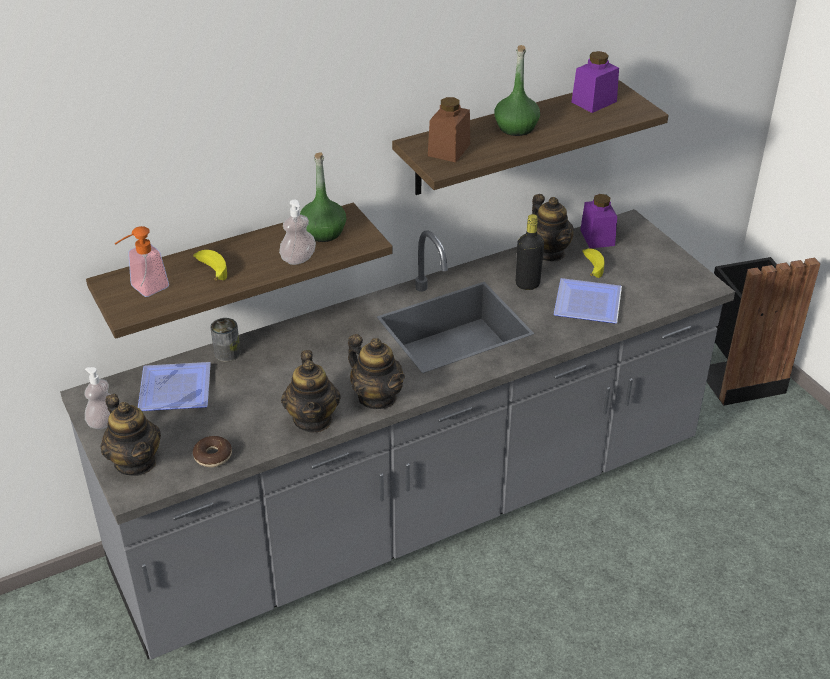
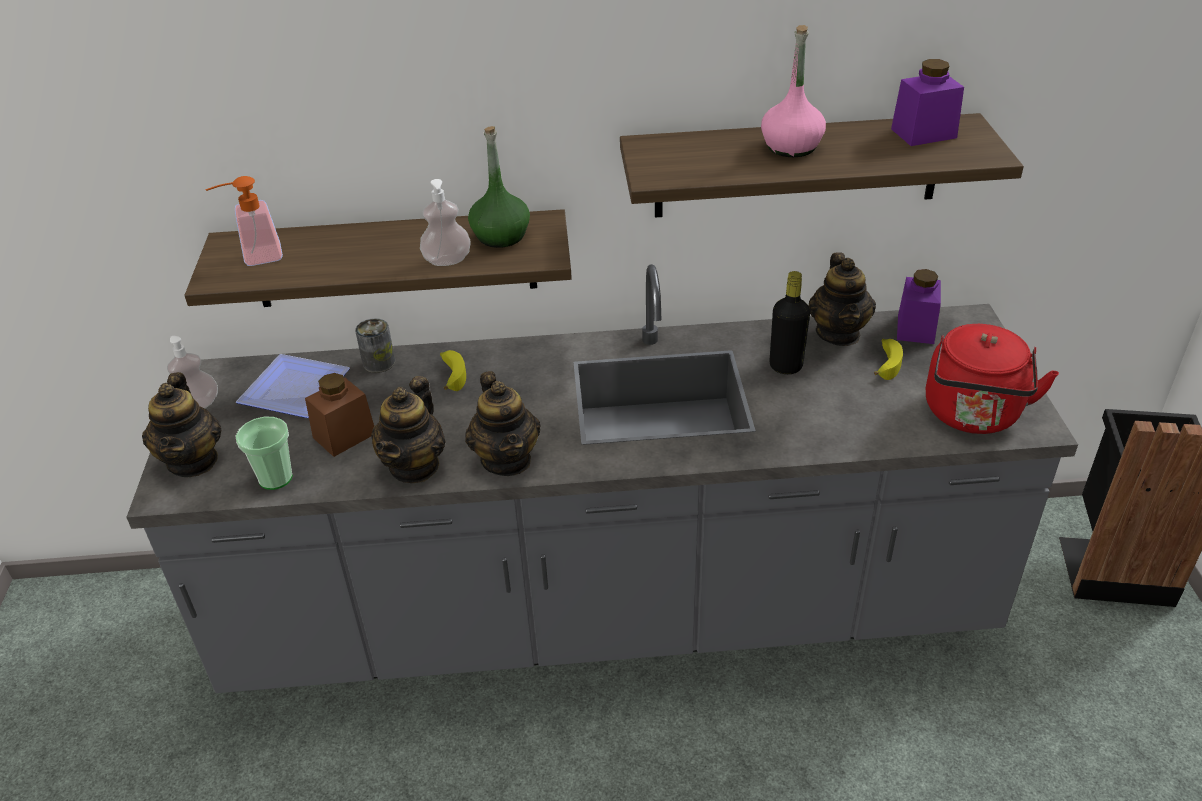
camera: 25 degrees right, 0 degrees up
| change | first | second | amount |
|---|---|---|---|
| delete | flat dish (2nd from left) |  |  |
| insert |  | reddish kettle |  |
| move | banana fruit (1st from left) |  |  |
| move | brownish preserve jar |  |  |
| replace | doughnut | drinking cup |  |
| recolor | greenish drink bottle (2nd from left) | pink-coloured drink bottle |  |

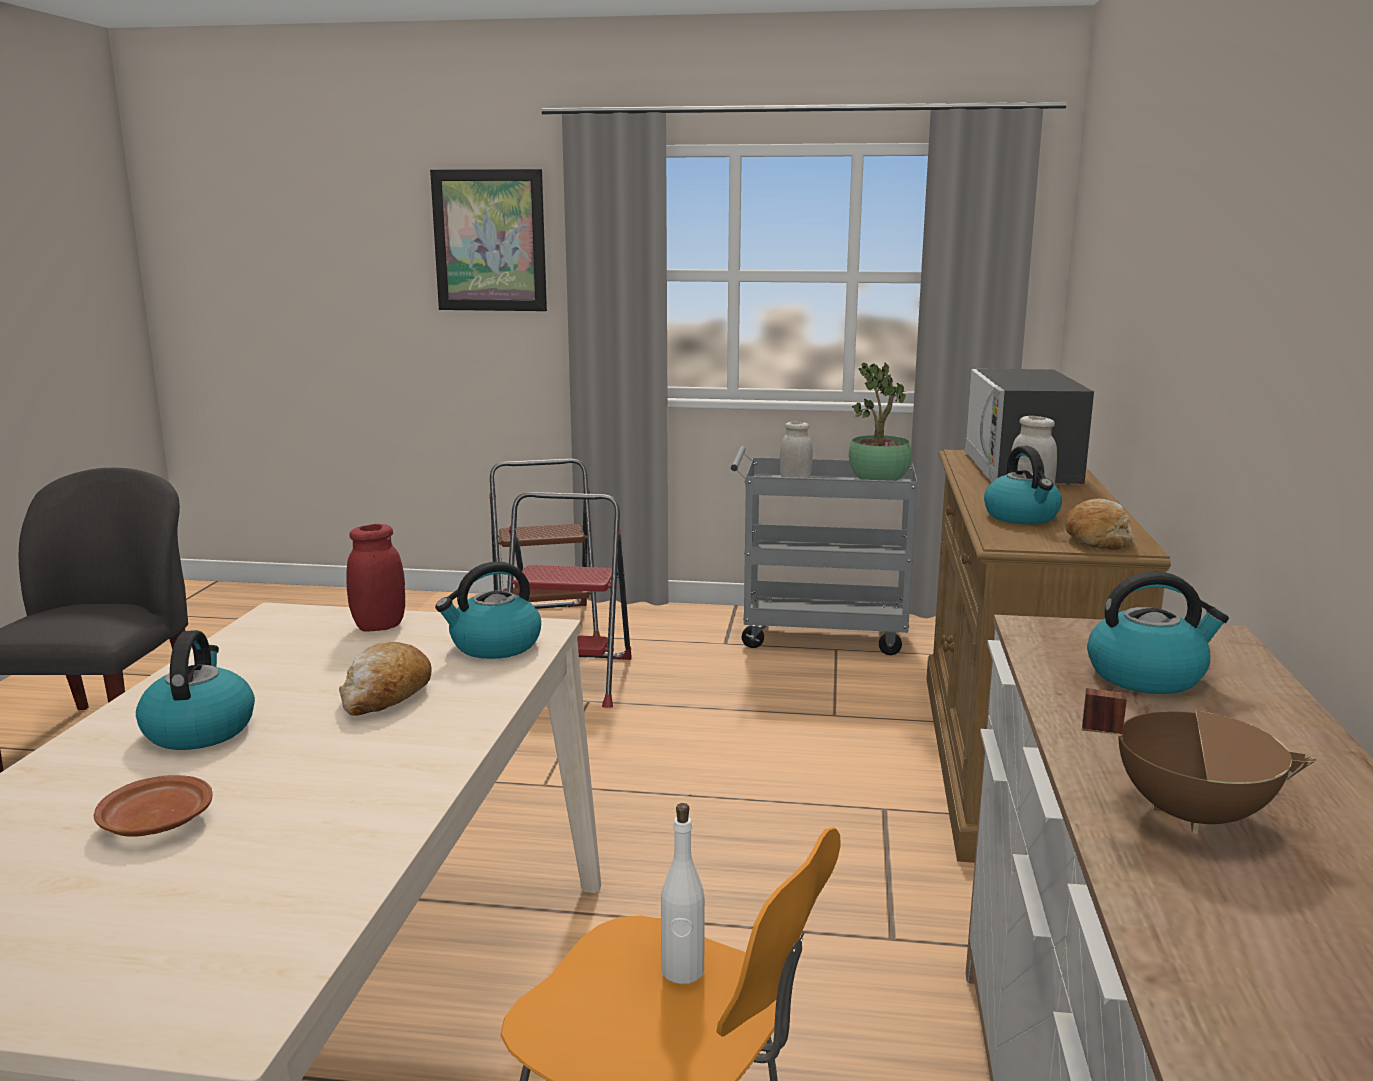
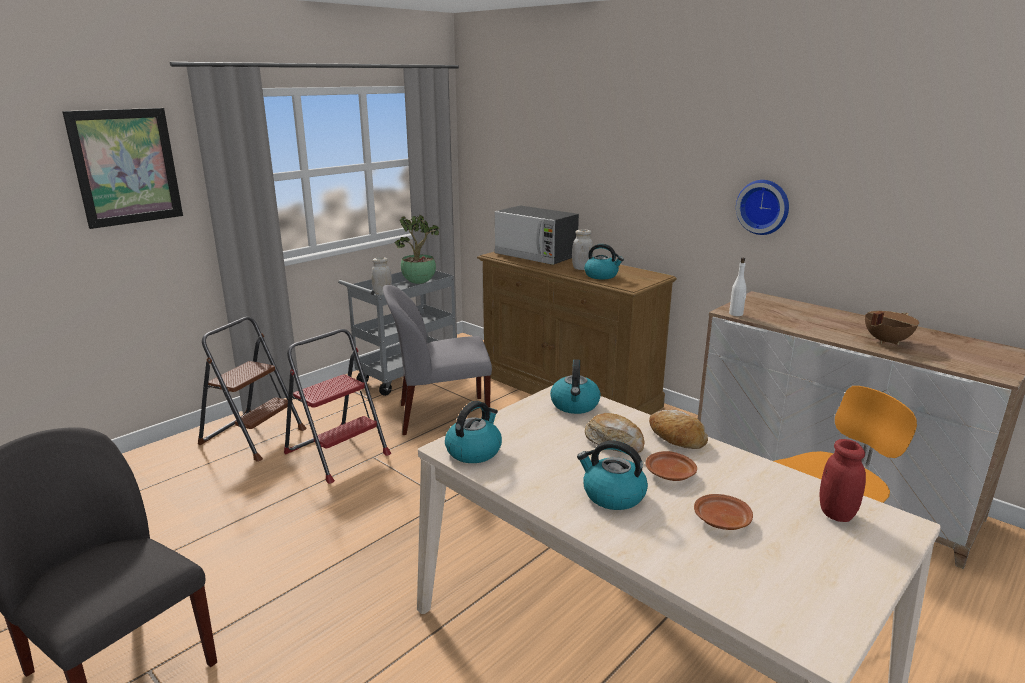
camera: 55 degrees left, 5 degrees up
| change | first | second | amount |
|---|---|---|---|
| insert |  | greyish upright chair (2nd from left) |  |
| insert |  | brownish flat dish (1st from left) |  |
| insert |  | clock on the wall |  |
| move | reddish preserve jar |  |  |
| move | whitish drink bottle |  |  |
| move | bread (2nd from left) |  |  |
| move | kettle (4th from left in the first image) | kettle (1st from left) |  |

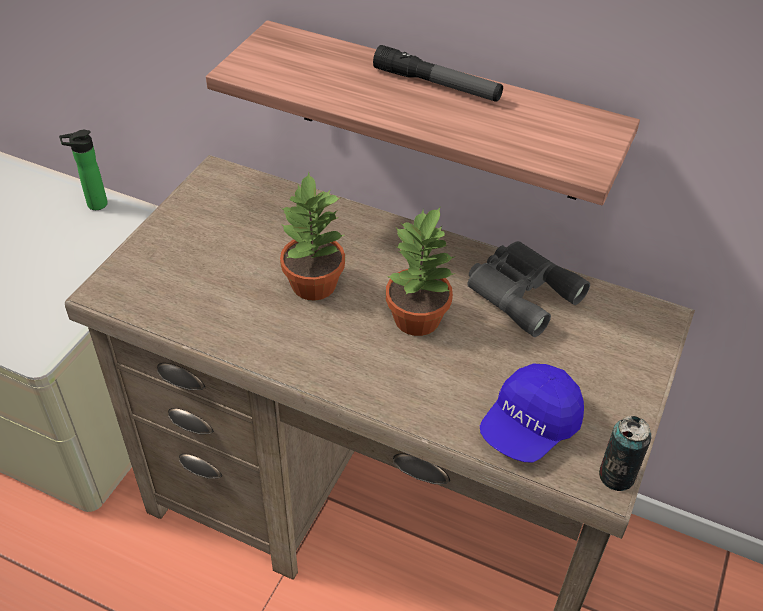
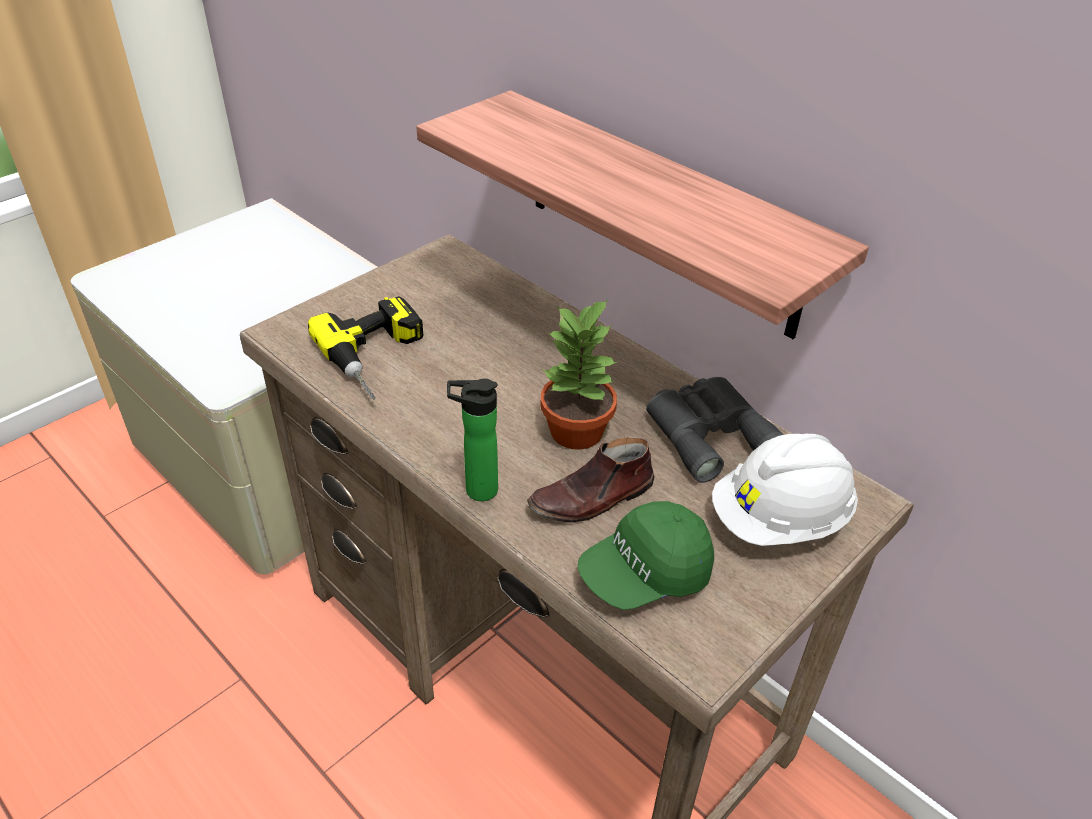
camera: 20 degrees right, 5 degrees down
| change | first | second | amount |
|---|---|---|---|
| delete | plant in a pot (1st from left) |  |  |
| delete | torch |  |  |
| delete | metal can |  |  |
| insert |  | power drill |  |
| insert |  | brownish item of footwear |  |
| insert |  | whitish safety helmet |  |
| move | drink bottle |  |  |
| recolor | blue-coloured baseball cap | greenish baseball cap |  |

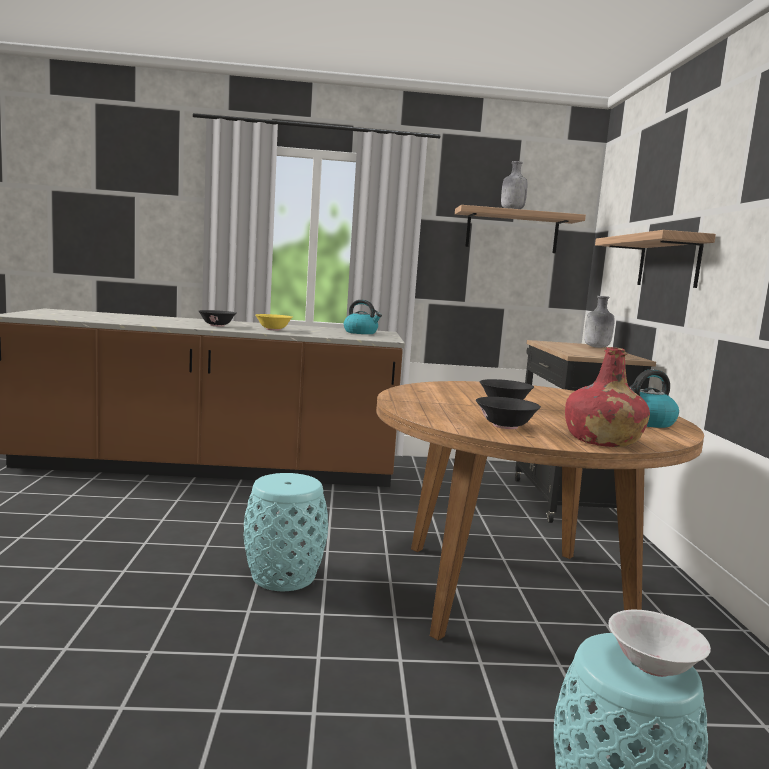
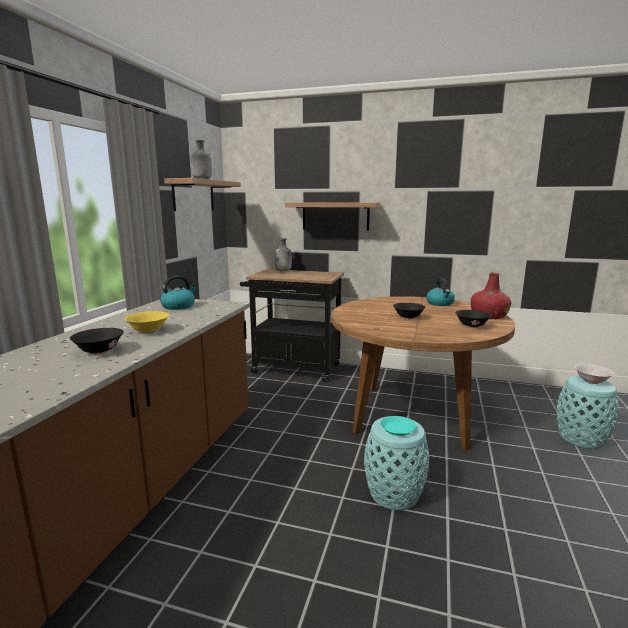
camera: 70 degrees left, 5 degrees up
| change | first | second | amount |
|---|---|---|---|
| insert |  | turquoise-coloured flat dish |  |

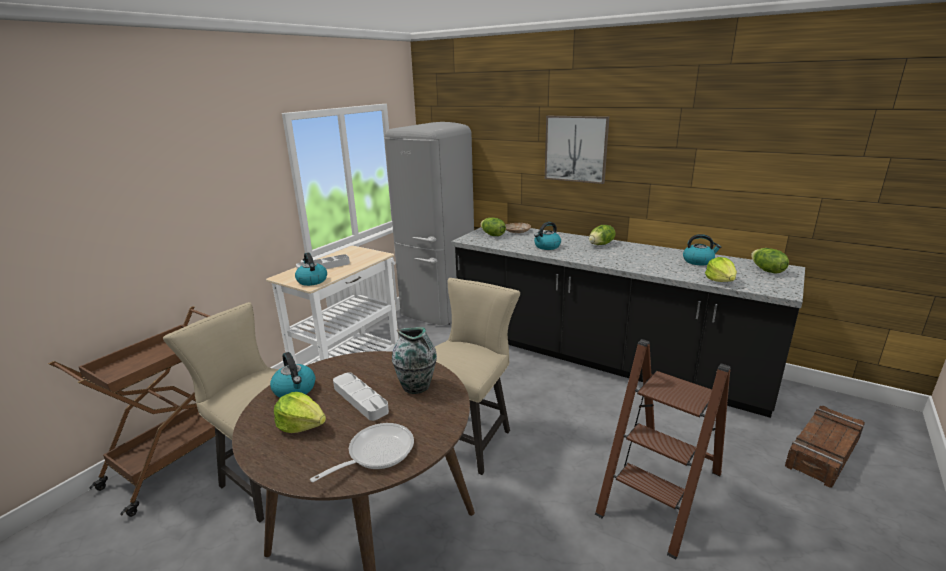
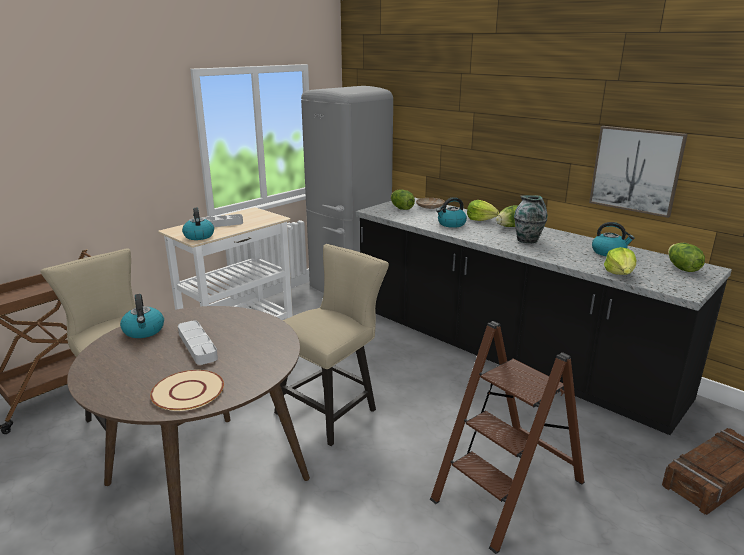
camera: 10 degrees right, 0 degrees up
| change | first | second | amount |
|---|---|---|---|
| move | lettuce (1st from left in the first image) | lettuce (2nd from left) |  |
| move | flower vase |  |  |
| move | wall art |  |  |
| replace | skillet | beige flat dish (1st from left) |  |

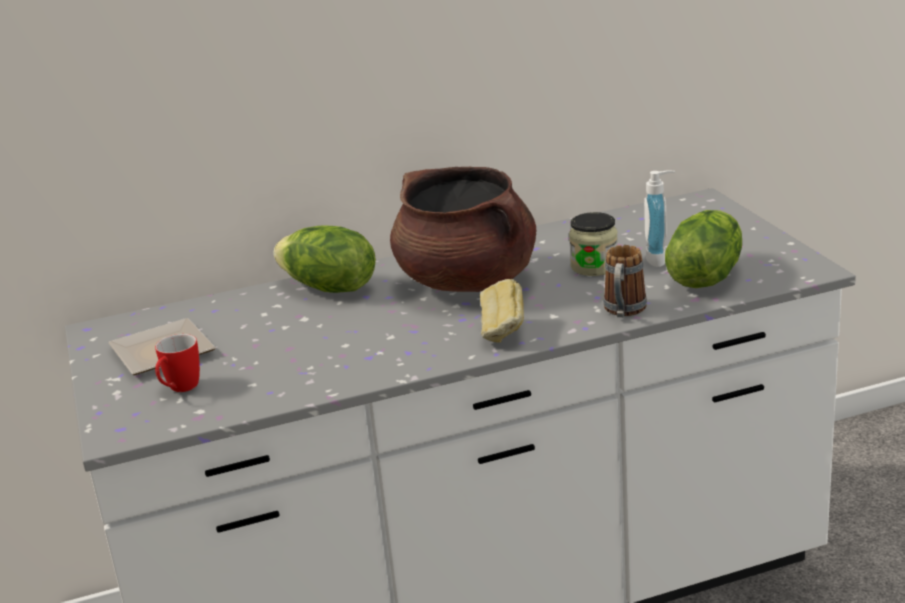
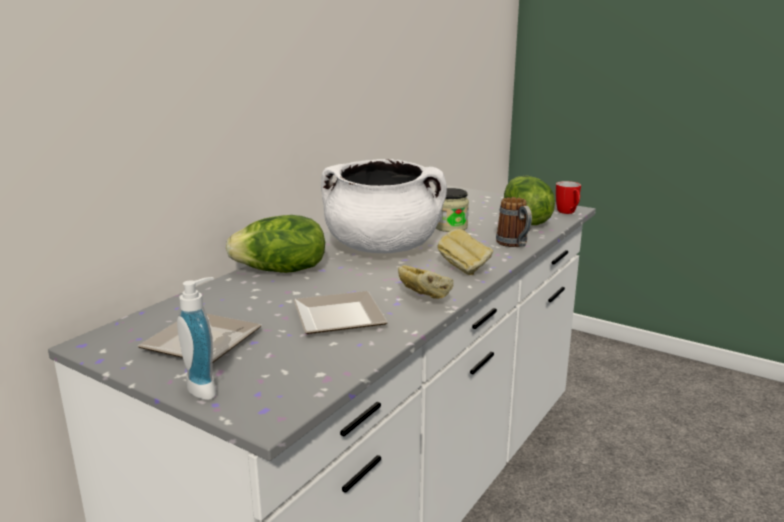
camera: 40 degrees left, 5 degrees down
| change | first | second | amount |
|---|---|---|---|
| insert |  | flat dish (2nd from left) |  |
| insert |  | bread (1st from left) |  |
| move | mug (1st from left in the first image) | mug (2nd from left) |  |
| move | soap dispenser |  |  |
| recolor | brownish cooking pot | whitish cooking pot |  |

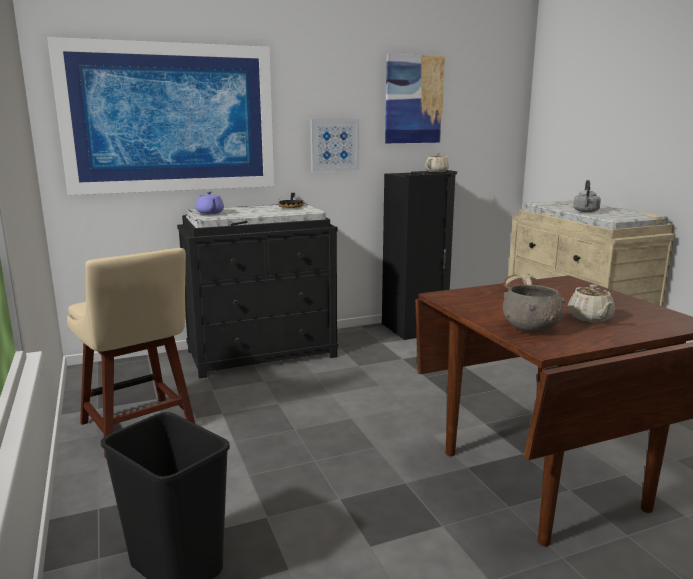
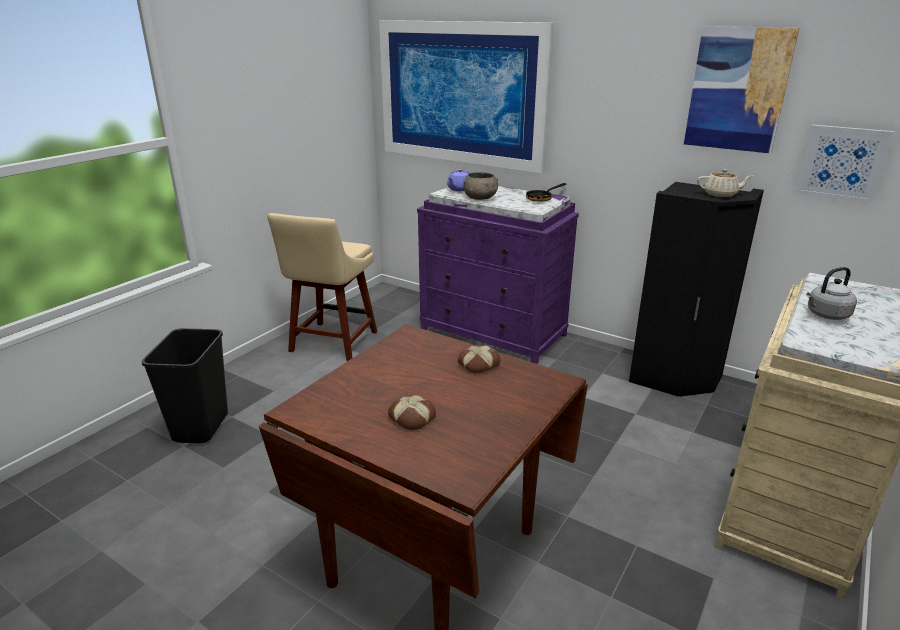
camera: 55 degrees right, 10 degrees up
| change | first | second | amount |
|---|---|---|---|
| move | wall art (2nd from left in the first image) | wall art (3rd from left) |  |
| move | greyish bowl |  |  |
| replace | beige tea pot (2nd from left) | bread (1st from left) |  |
| recolor | black-coloured dresser | purplish dresser |  |

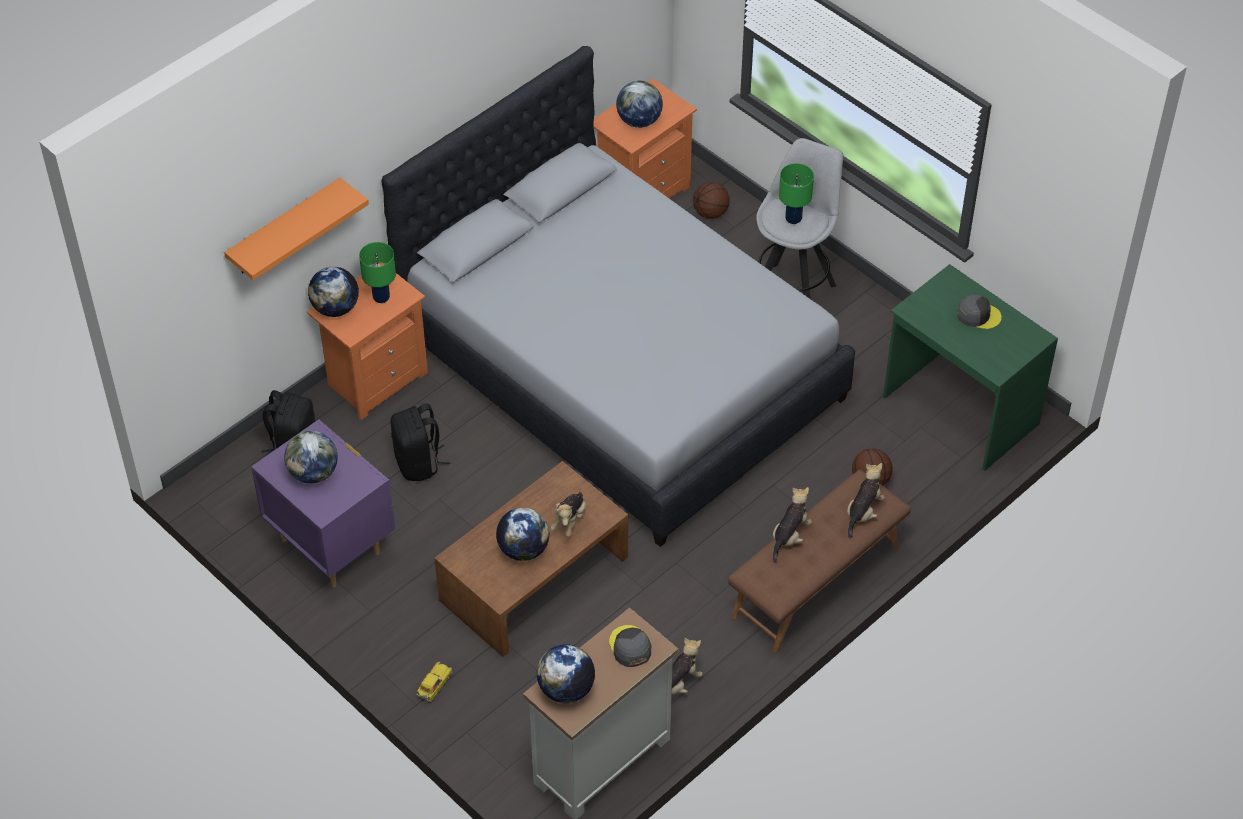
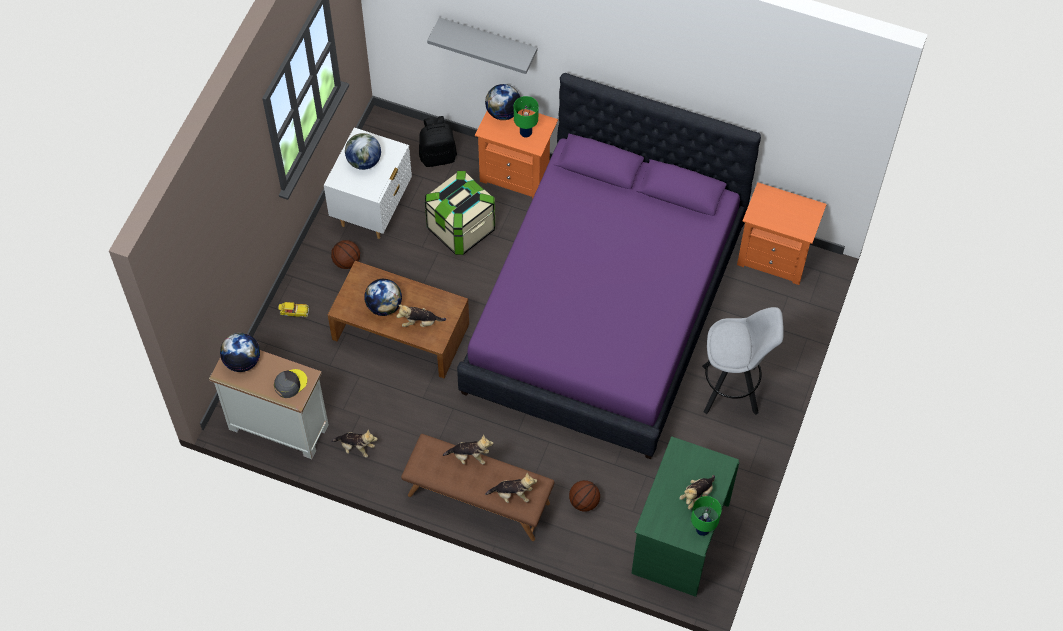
camera: 65 degrees right, 10 degrees up
| change | first | second | amount |
|---|---|---|---|
| delete | globe (5th from left) |  |  |
| move | basketball ball (1st from left) |  |  |
| move | greenish lamp for a table (2nd from left) |  |  |
| replace | black-coloured knapsack (2nd from left) | storage container |  |
| replace | greyish baseball cap (2nd from left) | cuddly toy (5th from left) |  |
| recolor | orange wall shelf | greyish wall shelf |  |
| recolor | purplish bedside table | whitish bedside table |  |
| recolor | greyish bedroom bed | purplish bedroom bed |  |

